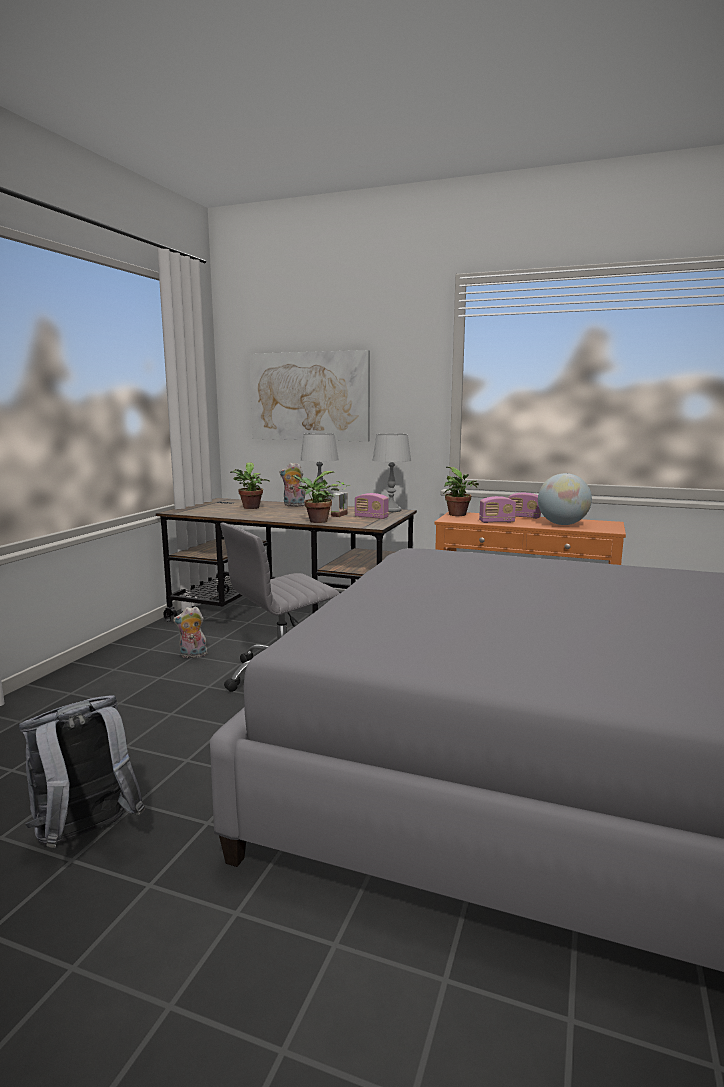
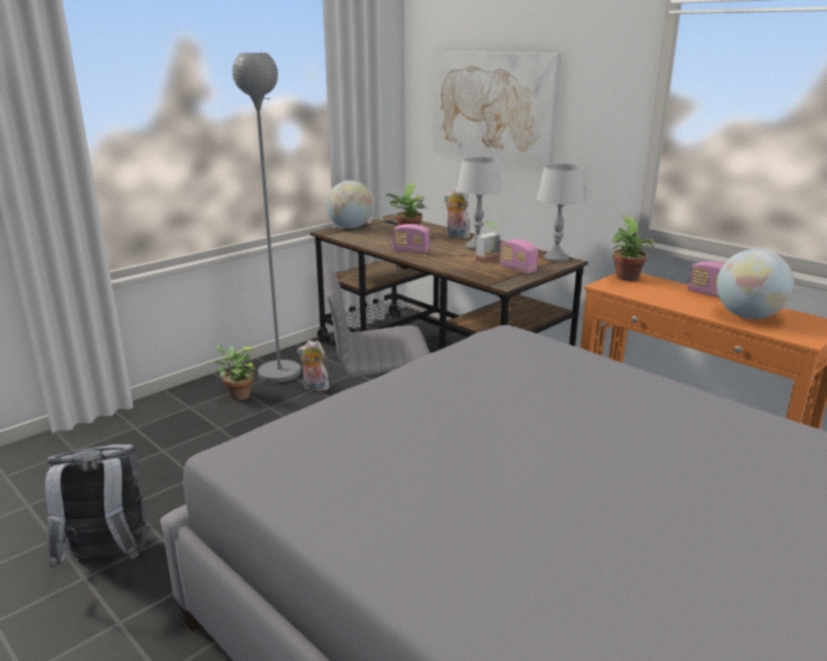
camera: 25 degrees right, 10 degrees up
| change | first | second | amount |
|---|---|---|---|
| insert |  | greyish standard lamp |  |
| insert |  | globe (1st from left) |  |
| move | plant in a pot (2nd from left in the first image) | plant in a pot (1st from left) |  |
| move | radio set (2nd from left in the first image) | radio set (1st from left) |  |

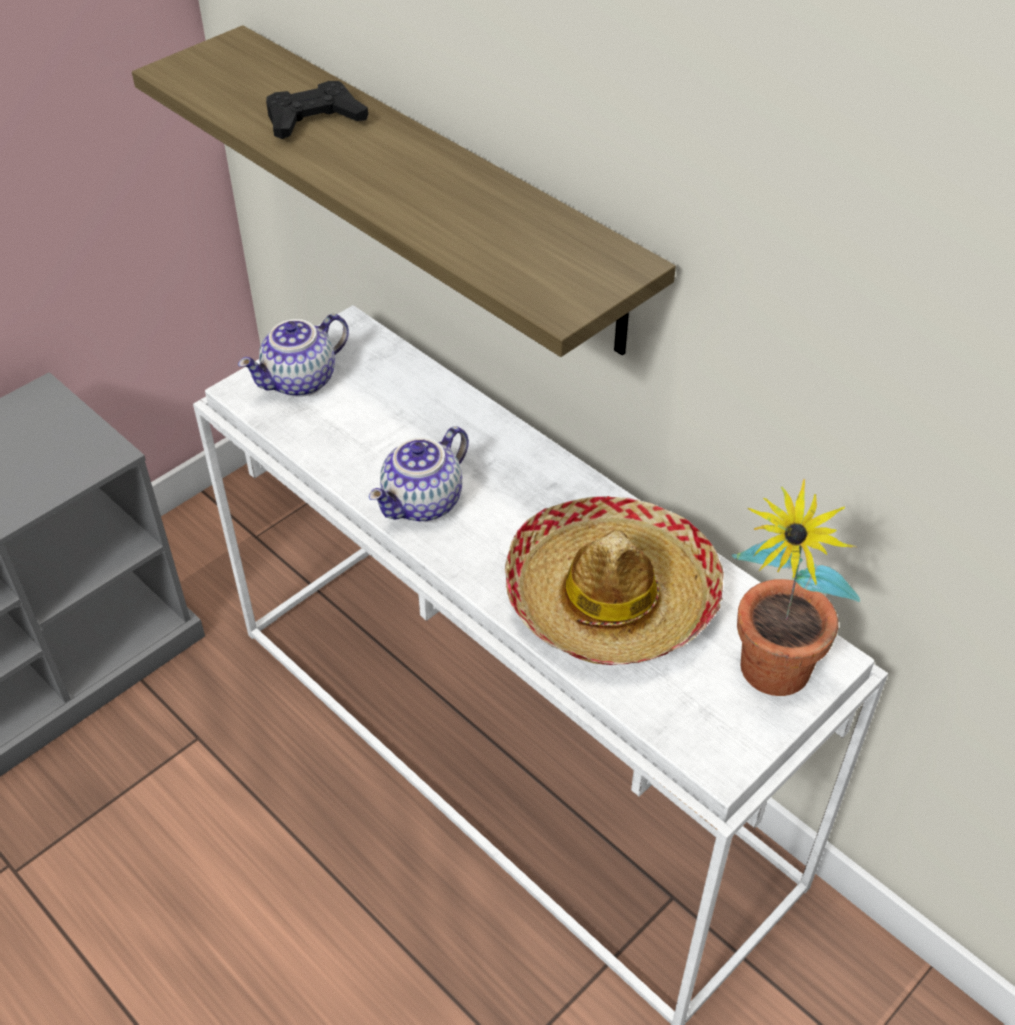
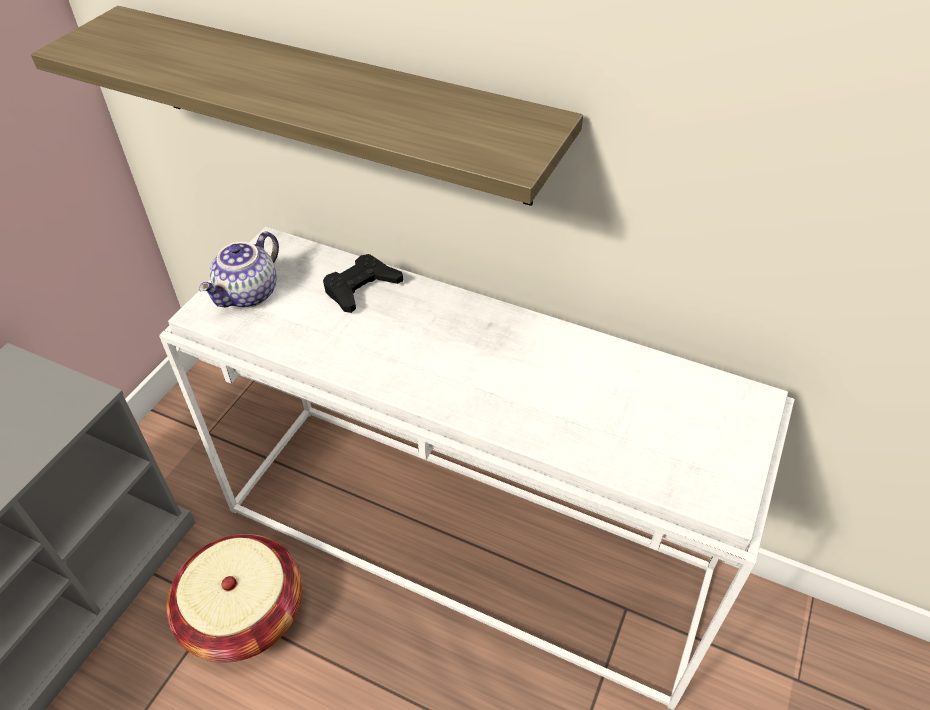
camera: 20 degrees left, 0 degrees up
| change | first | second | amount |
|---|---|---|---|
| delete | tea pot (2nd from left) |  |  |
| delete | clothing hat |  |  |
| delete | plant in a pot |  |  |
| insert |  | basket |  |
| move | black-coloured game controller |  |  |

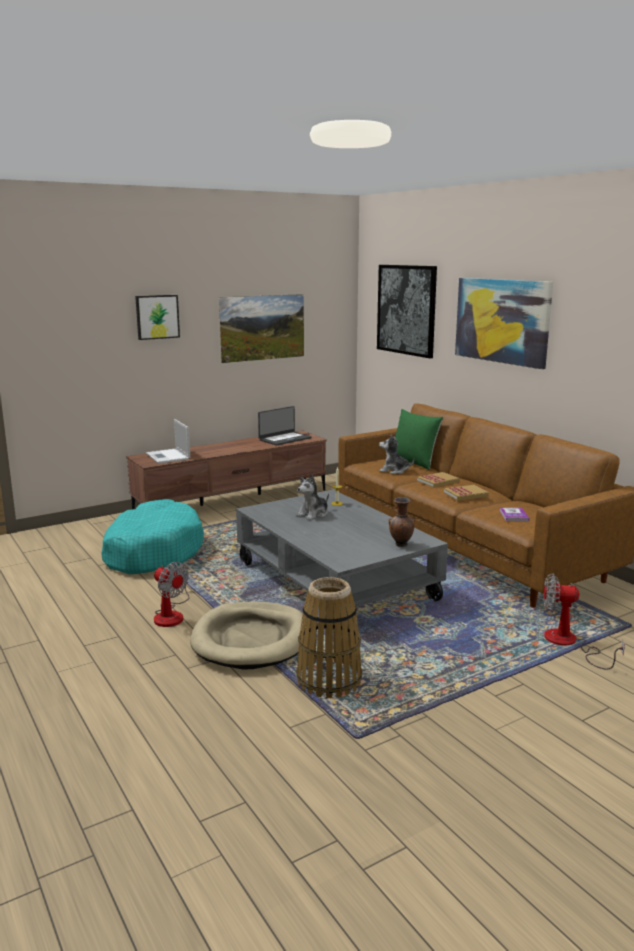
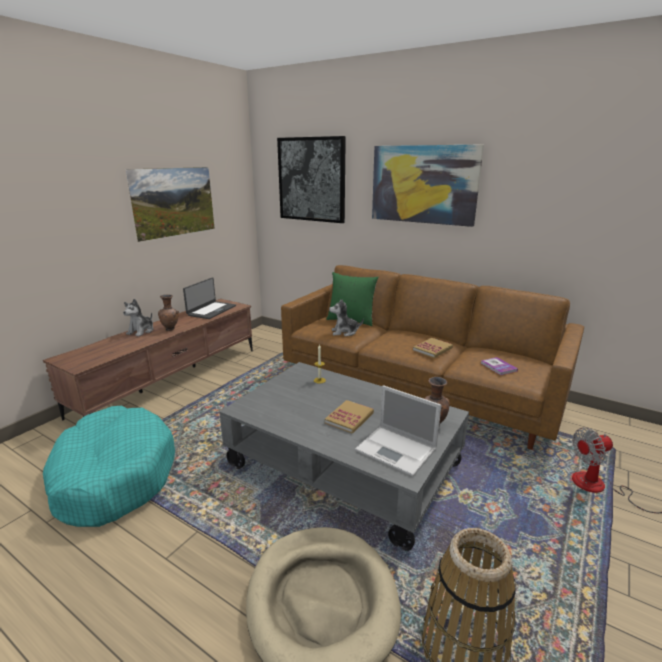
camera: 25 degrees left, 5 degrees up
| change | first | second | amount |
|---|---|---|---|
| delete | wall art (1st from left) |  |  |
| delete | cooling fan (1st from left) |  |  |
| insert |  | brownish flower vase (1st from left) |  |
| move | laptop (1st from left in the first image) | laptop (2nd from left) |  |
| move | cuddly toy (1st from left) |  |  |
| move | volume (1st from left) |  |  |

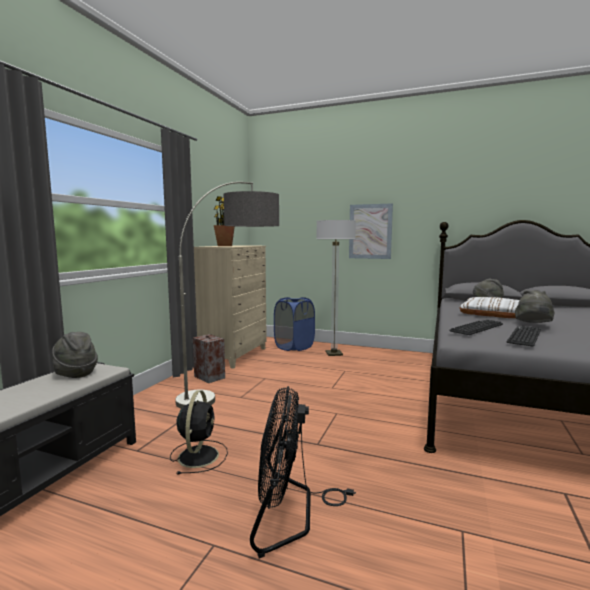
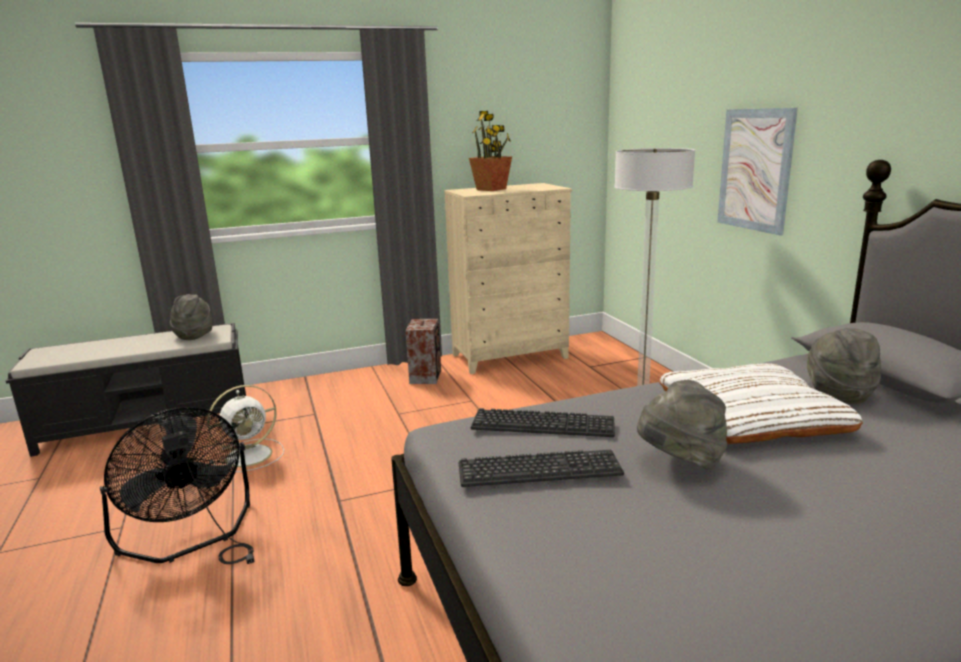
camera: 50 degrees right, 10 degrees up
| change | first | second | amount |
|---|---|---|---|
| delete | standard lamp (1st from left) |  |  |
| delete | blue-coloured laundry basket |  |  |
| recolor | black-coloured cooling fan (1st from left) | whitish cooling fan |  |

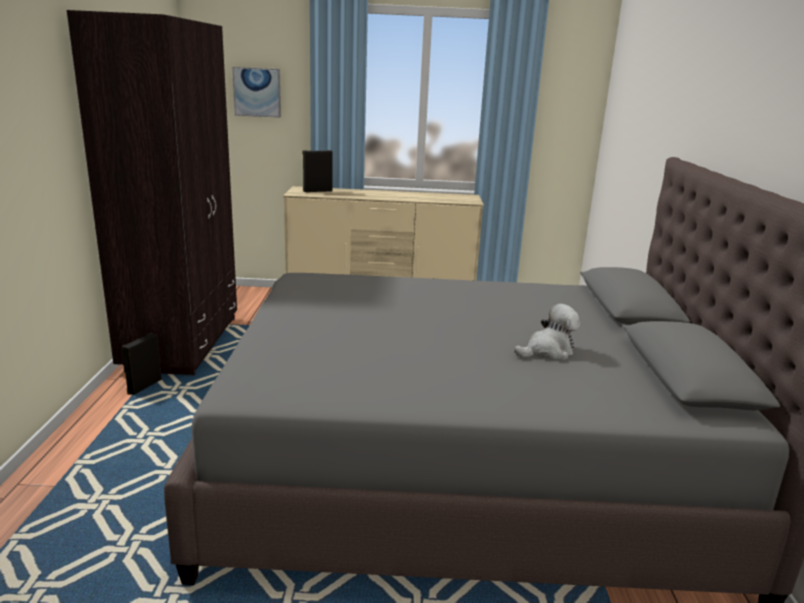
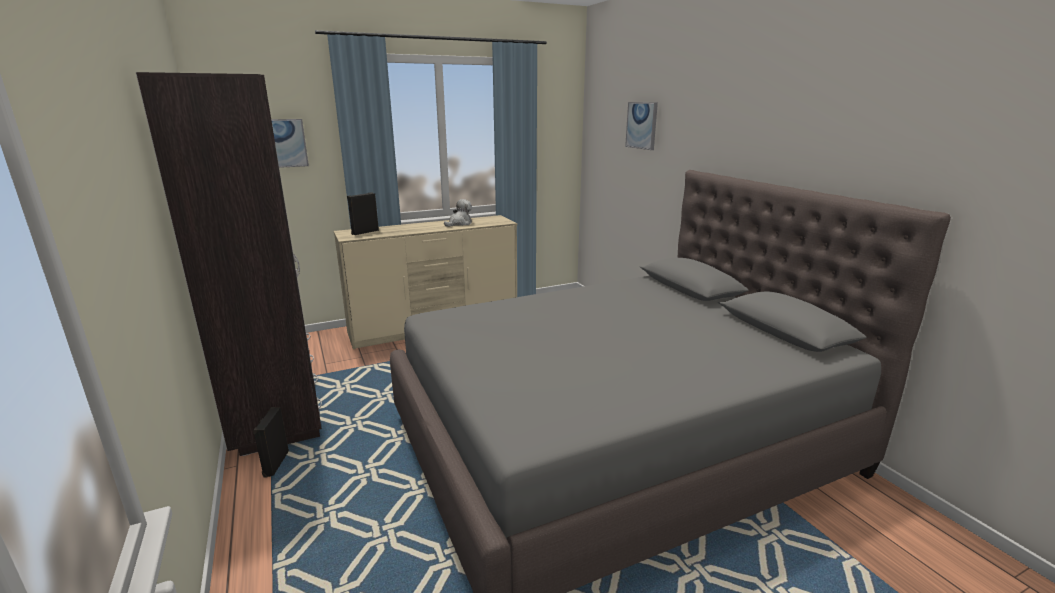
camera: 25 degrees left, 0 degrees up
| change | first | second | amount |
|---|---|---|---|
| insert |  | wall art (2nd from left) |  |
| move | cuddly toy |  |  |

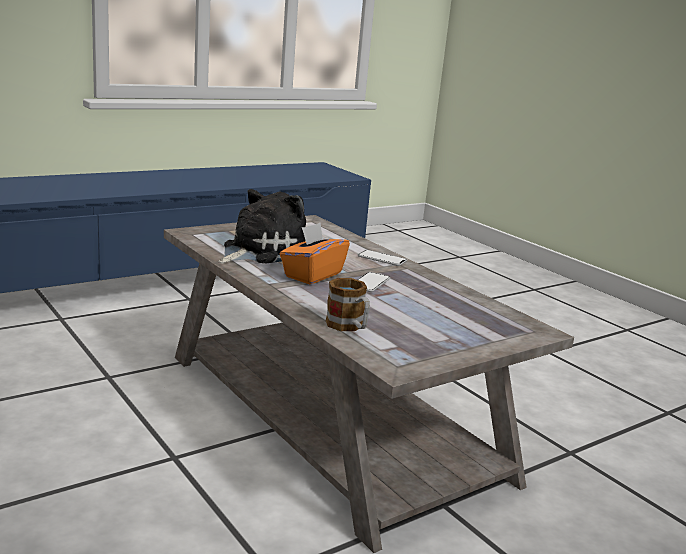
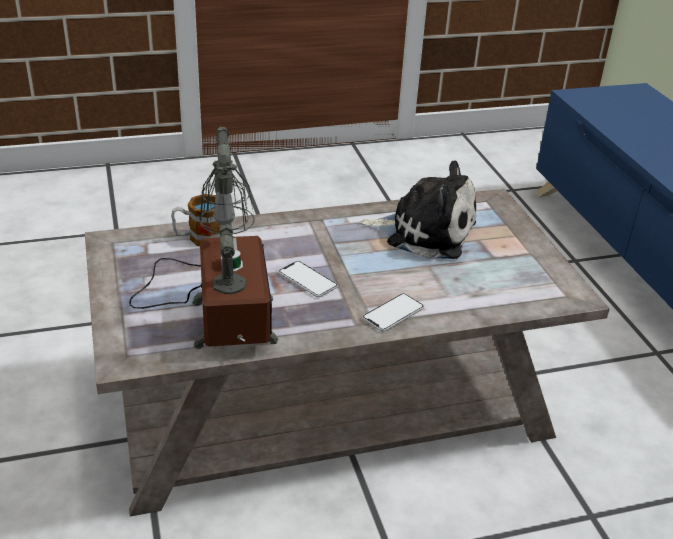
camera: 110 degrees right, 15 degrees up
| change | first | second | amount |
|---|---|---|---|
| delete | orange tissue holder |  |  |
| insert |  | lamp for a table |  |
| rotate | cuddly toy |  | 45 degrees counterclockwise |

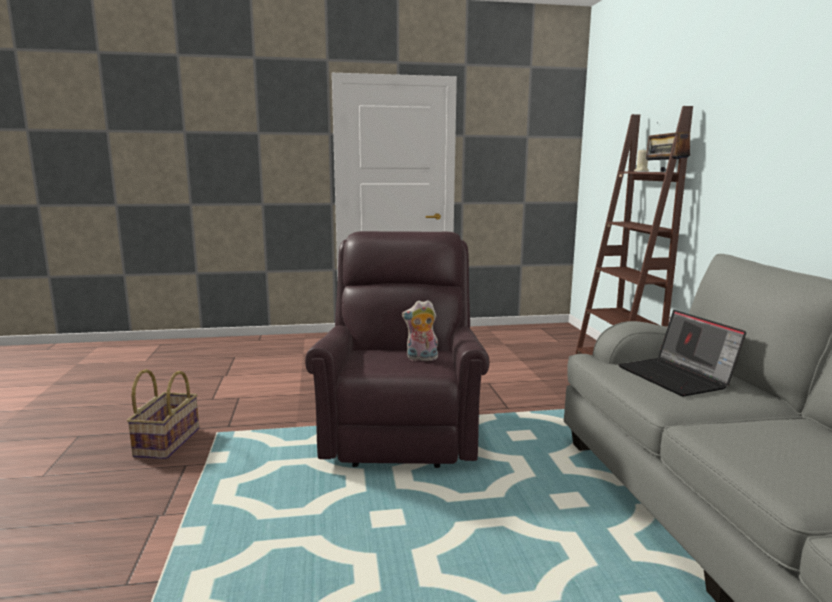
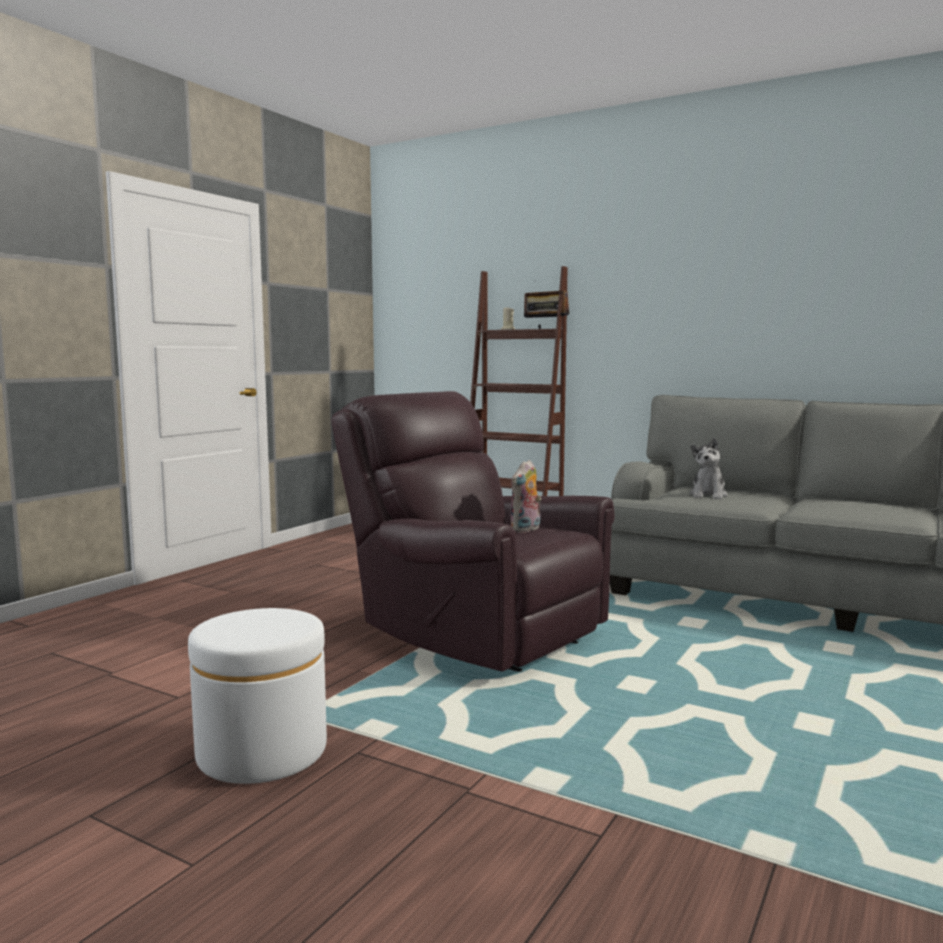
camera: 50 degrees left, 5 degrees down
| change | first | second | amount |
|---|---|---|---|
| replace | basket | whitish ottoman |  |
| replace | laptop | cuddly toy (2nd from left) |  |

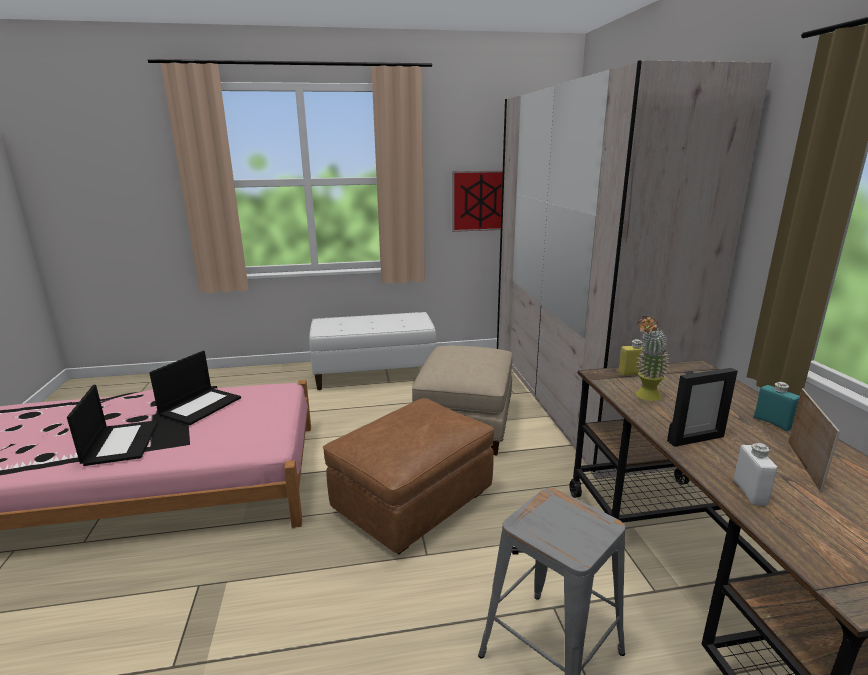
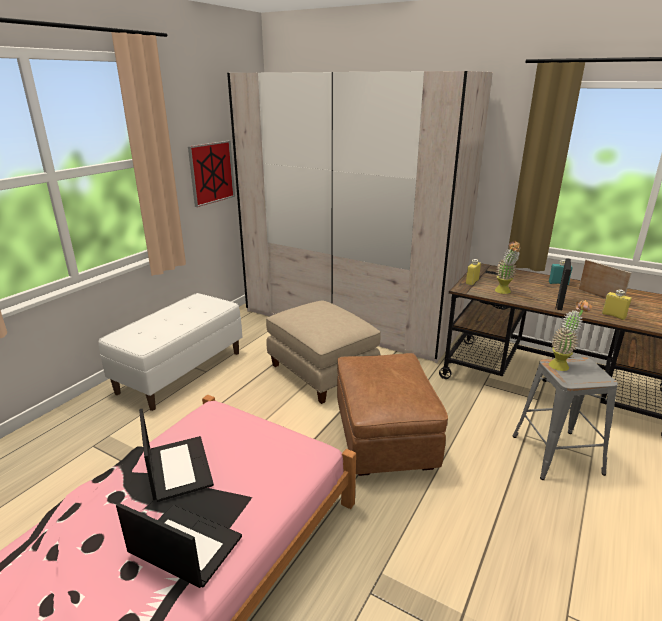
camera: 50 degrees left, 5 degrees up
| change | first | second | amount |
|---|---|---|---|
| insert |  | plant in a pot (2nd from left) |  |
| recolor | whitish drink bottle | yellow drink bottle (2nd from left) |  |

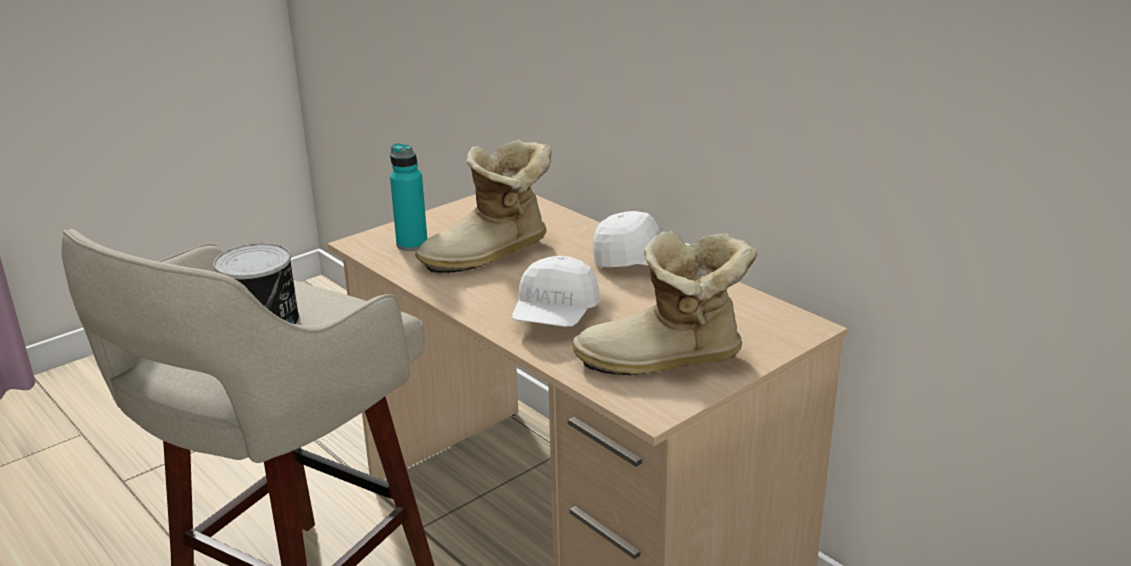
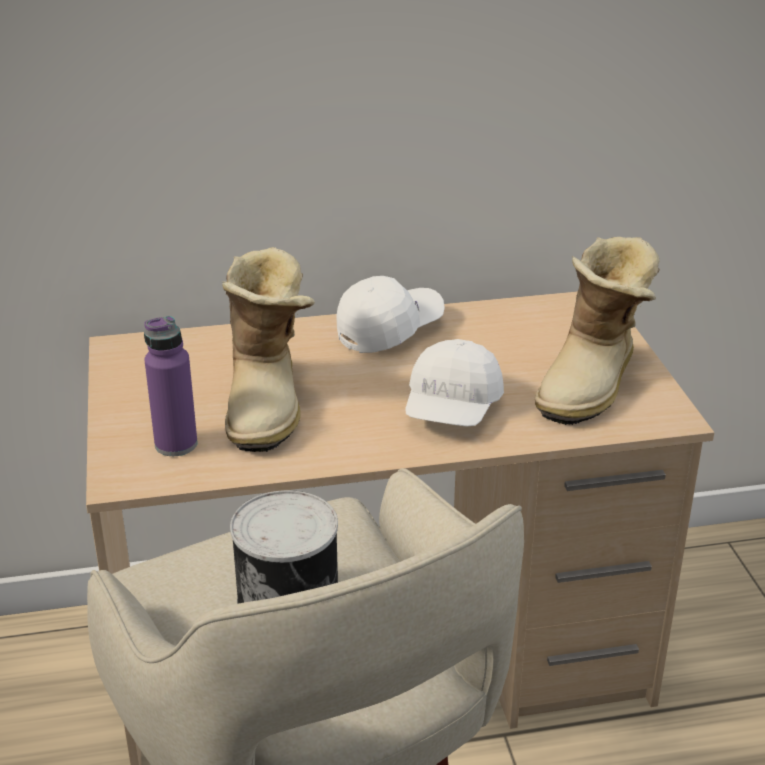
camera: 60 degrees left, 5 degrees up
| change | first | second | amount |
|---|---|---|---|
| recolor | turquoise-coloured drink bottle | purplish drink bottle |  |
| rotate | whitish baseball cap (1st from left in the first image) | whitish baseball cap (2nd from left) | 60 degrees clockwise |

